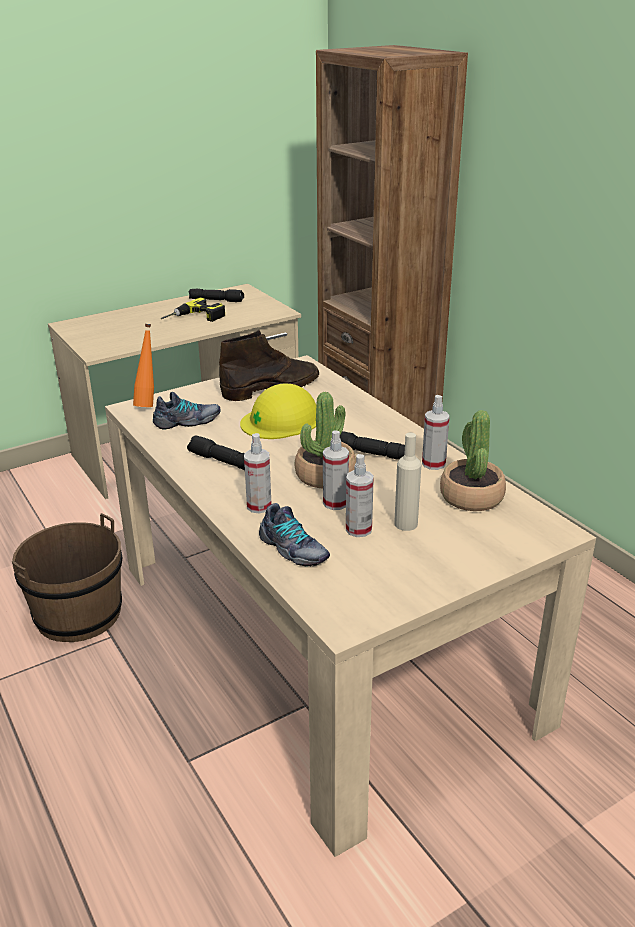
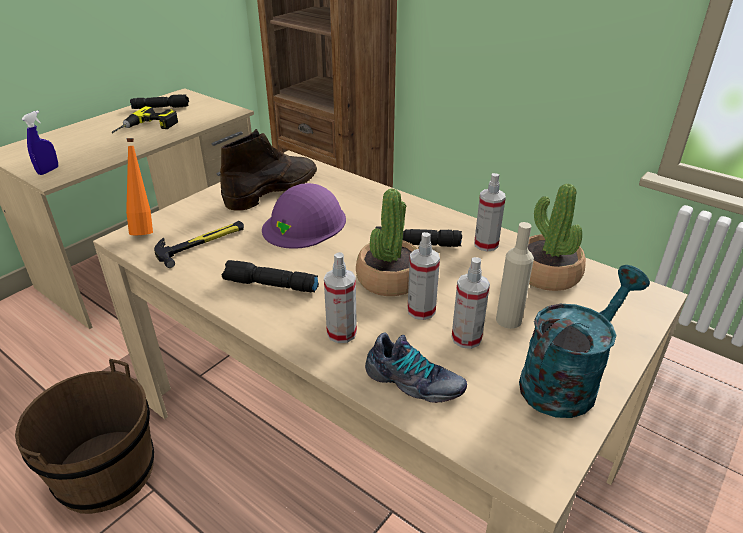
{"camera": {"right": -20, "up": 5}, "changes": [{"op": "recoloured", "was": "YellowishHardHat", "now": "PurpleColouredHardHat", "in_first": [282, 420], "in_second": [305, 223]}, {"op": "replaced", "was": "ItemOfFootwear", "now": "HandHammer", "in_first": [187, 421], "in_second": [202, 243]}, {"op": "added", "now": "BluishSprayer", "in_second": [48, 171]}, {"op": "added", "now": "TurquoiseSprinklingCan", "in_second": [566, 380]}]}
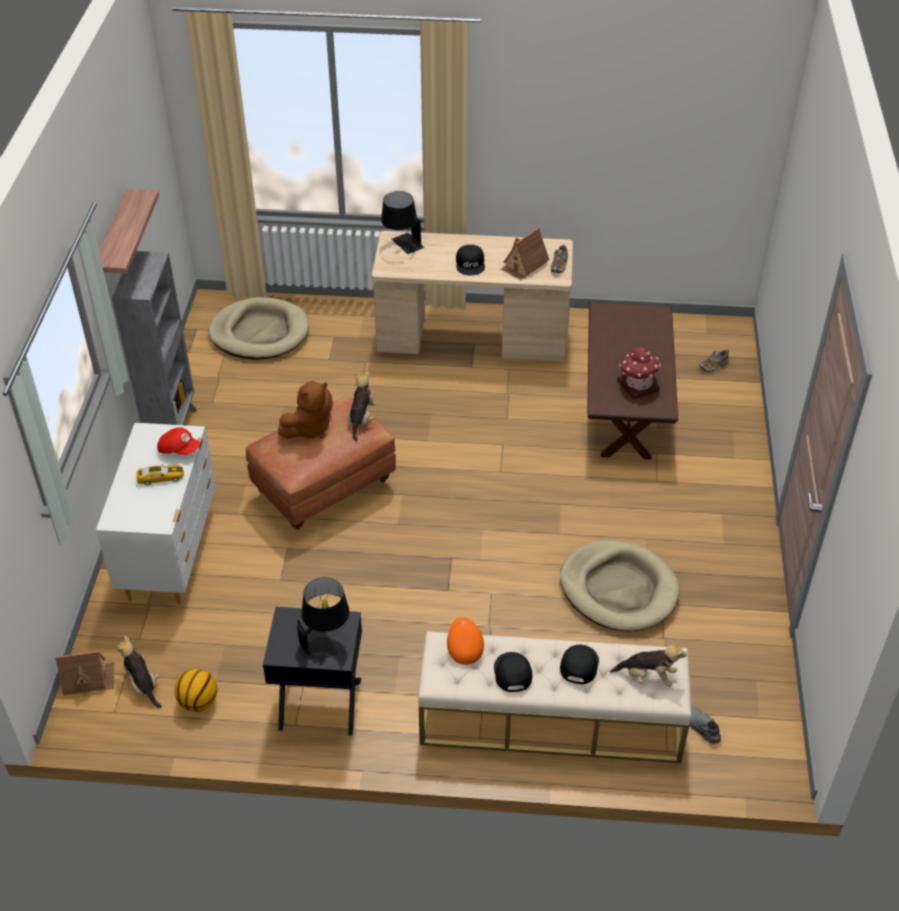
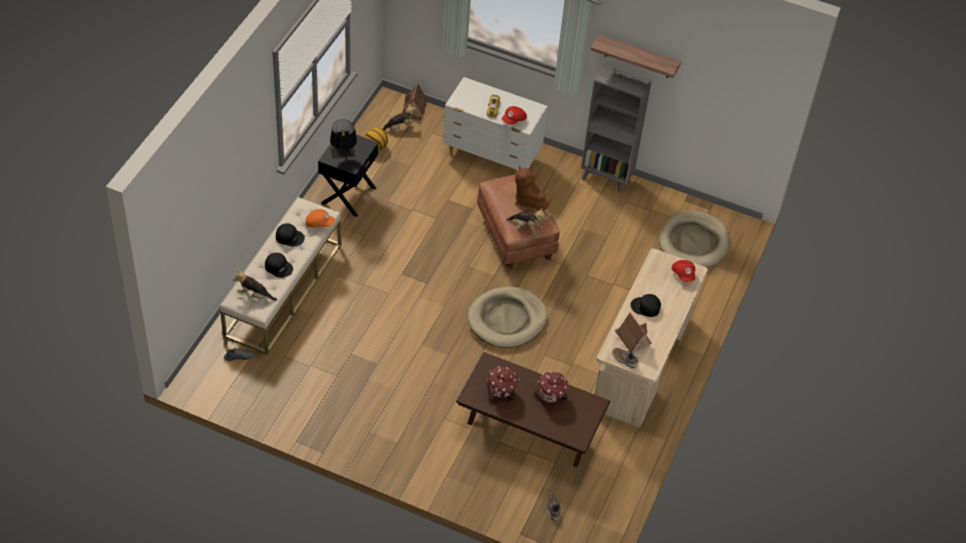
{"camera": {"right": 105, "up": 5}, "changes": [{"op": "replaced", "was": "BlackColouredTableLamp", "now": "RedCap", "in_first": [402, 245], "in_second": [683, 274]}, {"op": "moved", "was": "BeigeDogCushion", "in_first": [618, 589], "in_second": [507, 320]}, {"op": "turned", "was": "SoftToy", "in_first": [648, 676], "in_second": [254, 295], "clockwise": 75}, {"op": "added", "now": "MiniatureHouse", "in_second": [551, 396]}]}
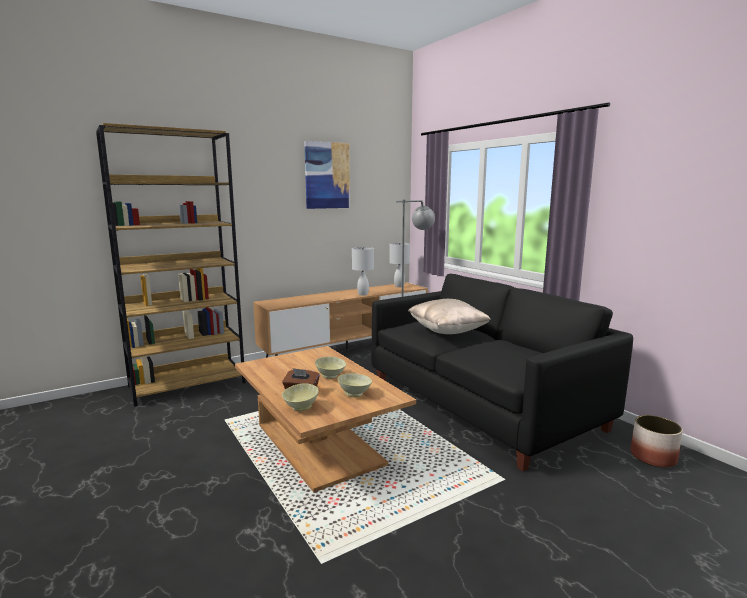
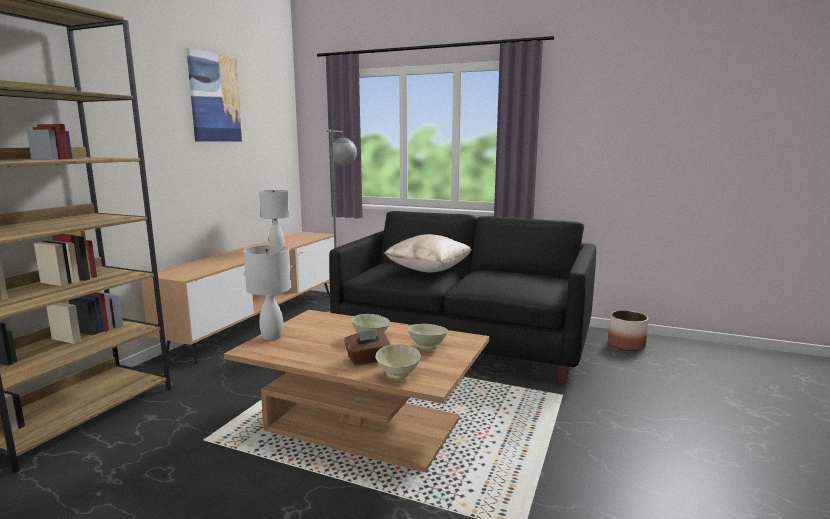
{"camera": {"right": -35, "up": 0}, "changes": [{"op": "moved", "was": "WhiteTableLamp", "in_first": [398, 286], "in_second": [271, 337]}]}
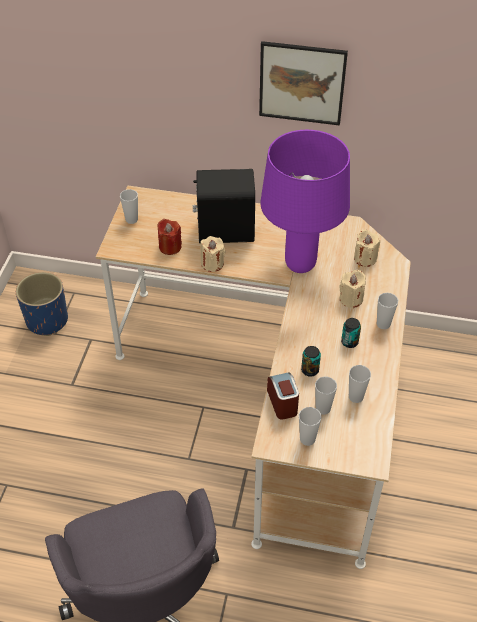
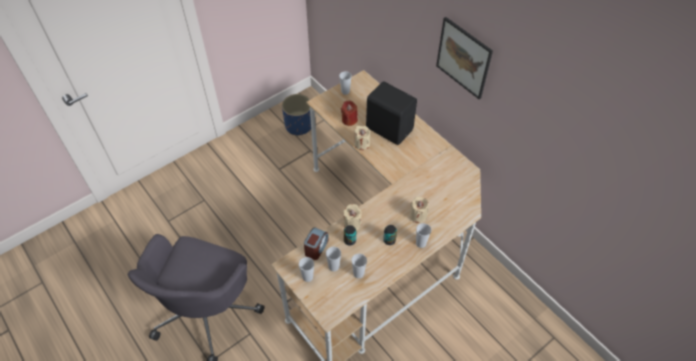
{"camera": {"right": 40, "up": 5}, "changes": [{"op": "removed", "was": "PurpleColouredTableLamp", "in_first": [299, 265]}, {"op": "moved", "was": "BeigeCandle", "in_first": [365, 258], "in_second": [352, 224]}]}
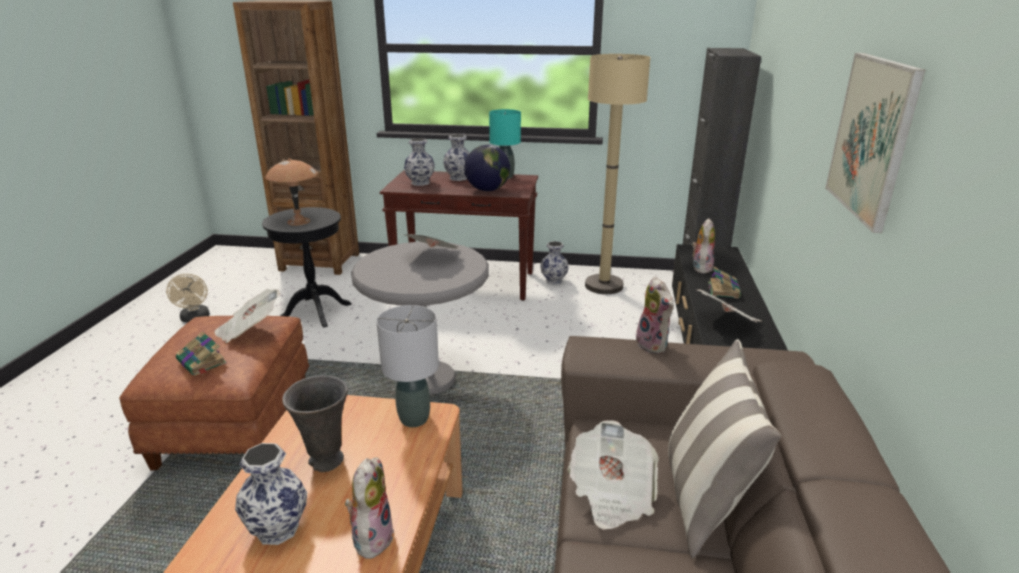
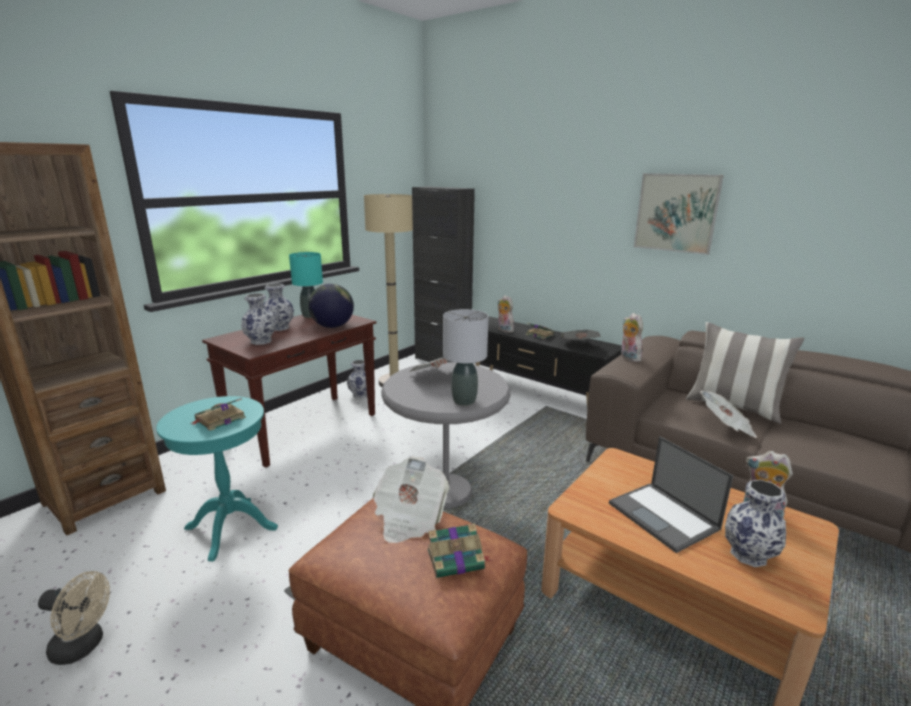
{"camera": {"right": -60, "up": -5}, "changes": [{"op": "replaced", "was": "BrownTableLamp", "now": "BoundBook", "in_first": [298, 221], "in_second": [219, 419]}, {"op": "recoloured", "was": "BlackColouredSideTable", "now": "TurquoiseSideTable", "in_first": [315, 312], "in_second": [231, 528]}, {"op": "turned", "was": "SoftToy", "in_first": [654, 345], "in_second": [628, 358], "clockwise": -120}, {"op": "moved", "was": "GrayTableLamp", "in_first": [413, 419], "in_second": [464, 401]}, {"op": "replaced", "was": "GrayDecorativeVase", "now": "NotebookComputer", "in_first": [326, 461], "in_second": [664, 516]}]}
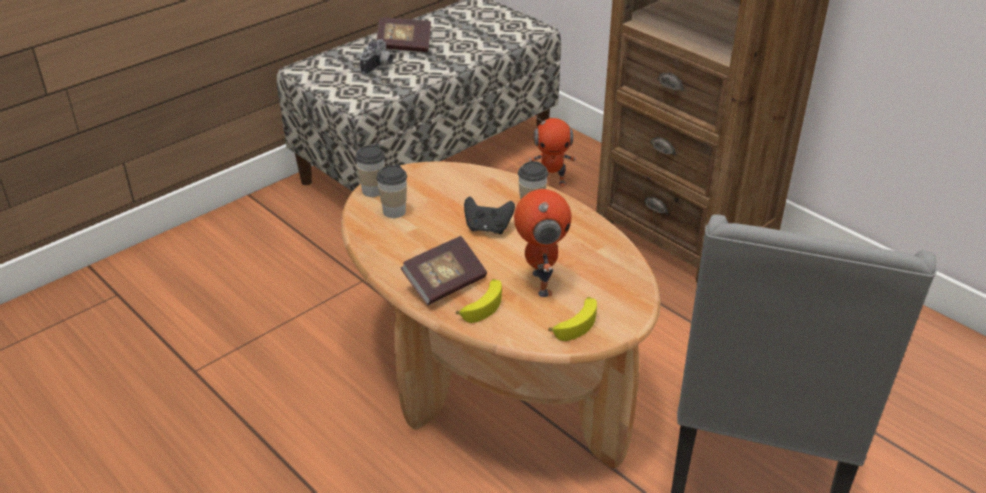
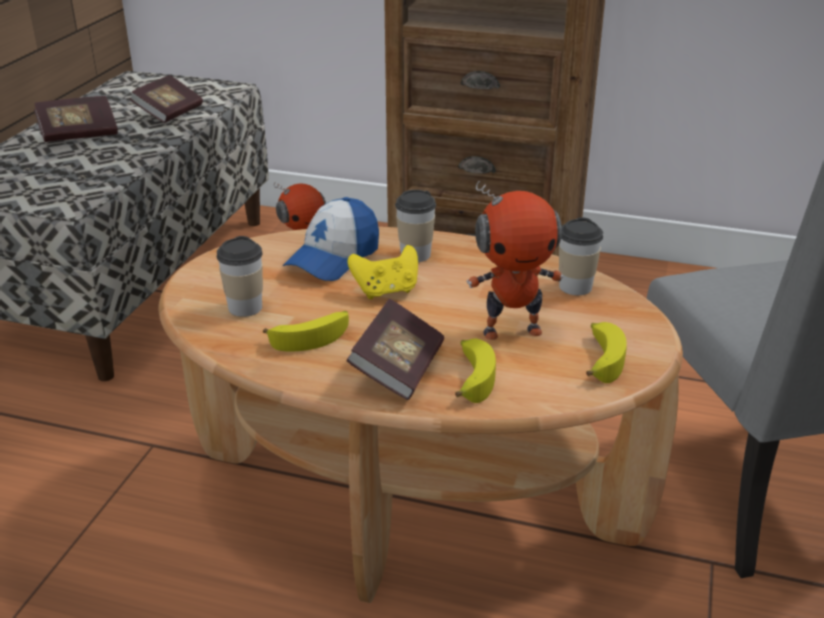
{"camera": {"right": -30, "up": -5}, "changes": [{"op": "removed", "was": "PhotoCamera", "in_first": [379, 67]}, {"op": "moved", "was": "Cup", "in_first": [373, 190], "in_second": [575, 287]}, {"op": "turned", "was": "RobotFigure", "in_first": [539, 283], "in_second": [512, 330], "clockwise": 120}, {"op": "recoloured", "was": "BlackColouredJoypad", "now": "YellowishJoypad", "in_first": [488, 228], "in_second": [386, 291]}, {"op": "added", "now": "BoundBook", "in_second": [169, 113]}, {"op": "added", "now": "Cap", "in_second": [333, 258]}, {"op": "added", "now": "BananaFruit", "in_second": [311, 336]}]}
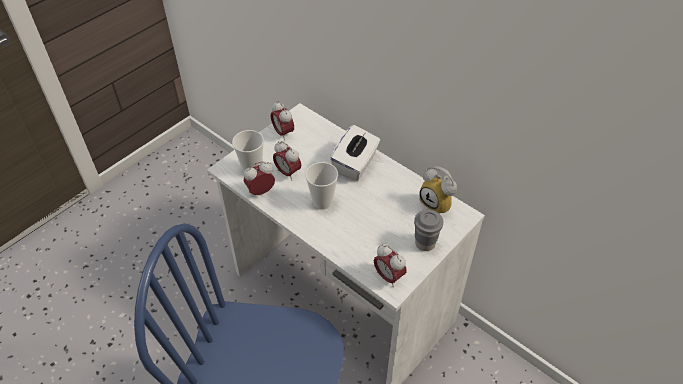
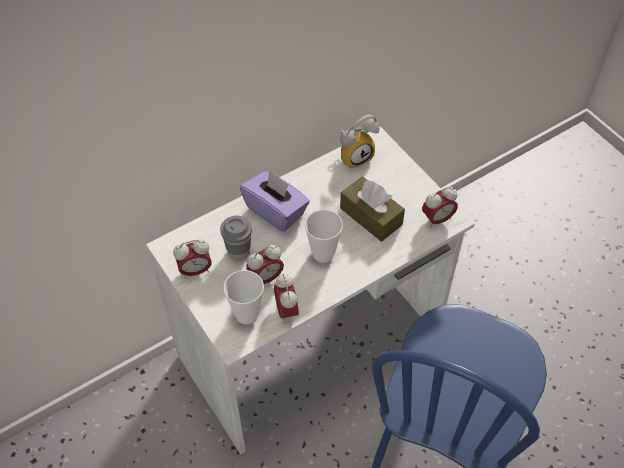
{"camera": {"right": -75, "up": 5}, "changes": [{"op": "recoloured", "was": "WhiteTissueHolder", "now": "PurpleColouredTissueHolder", "in_first": [355, 164], "in_second": [276, 211]}, {"op": "moved", "was": "GrayCup", "in_first": [425, 243], "in_second": [239, 252]}, {"op": "added", "now": "BrownTissueHolder", "in_second": [371, 216]}]}
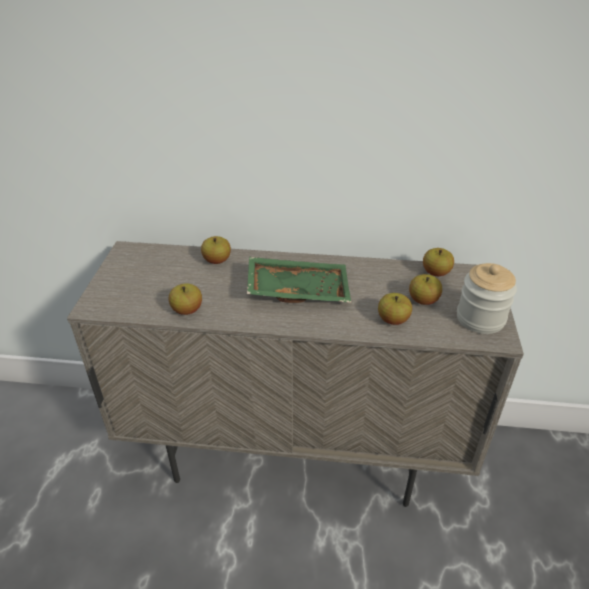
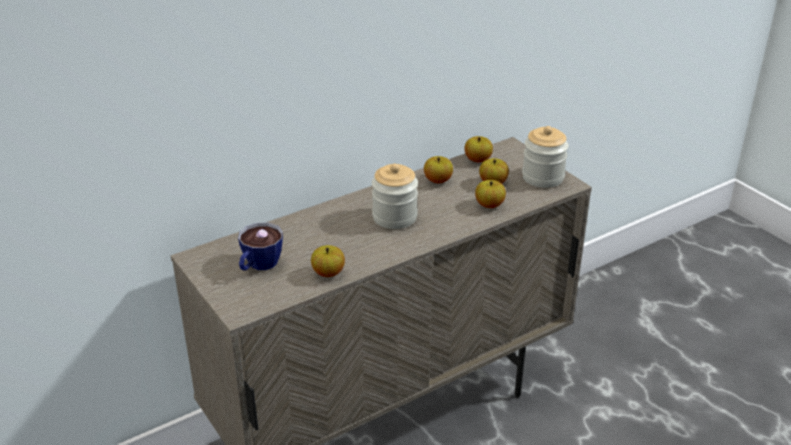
{"camera": {"right": -40, "up": -5}, "changes": [{"op": "moved", "was": "Apple", "in_first": [217, 260], "in_second": [438, 180]}, {"op": "replaced", "was": "GreenColouredTray", "now": "Jar", "in_first": [298, 289], "in_second": [394, 217]}, {"op": "added", "now": "Cup", "in_second": [259, 266]}]}
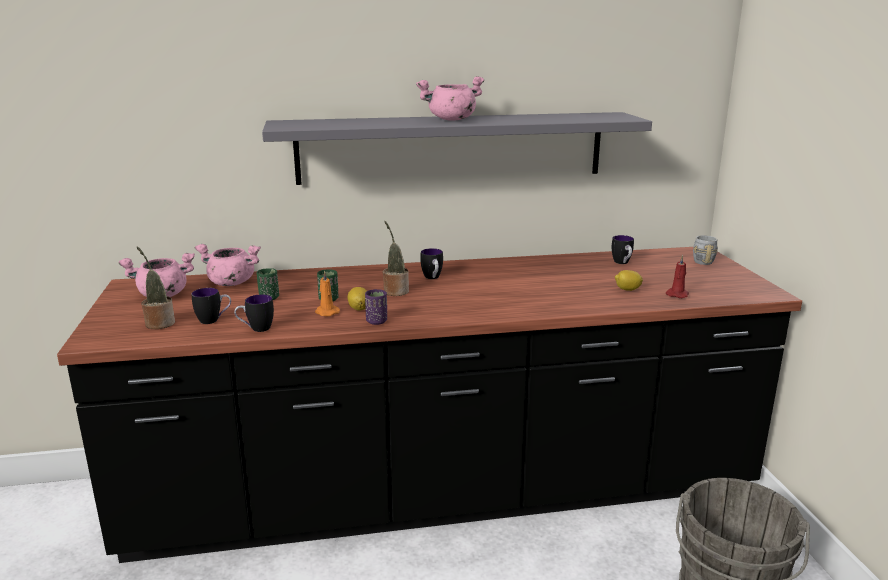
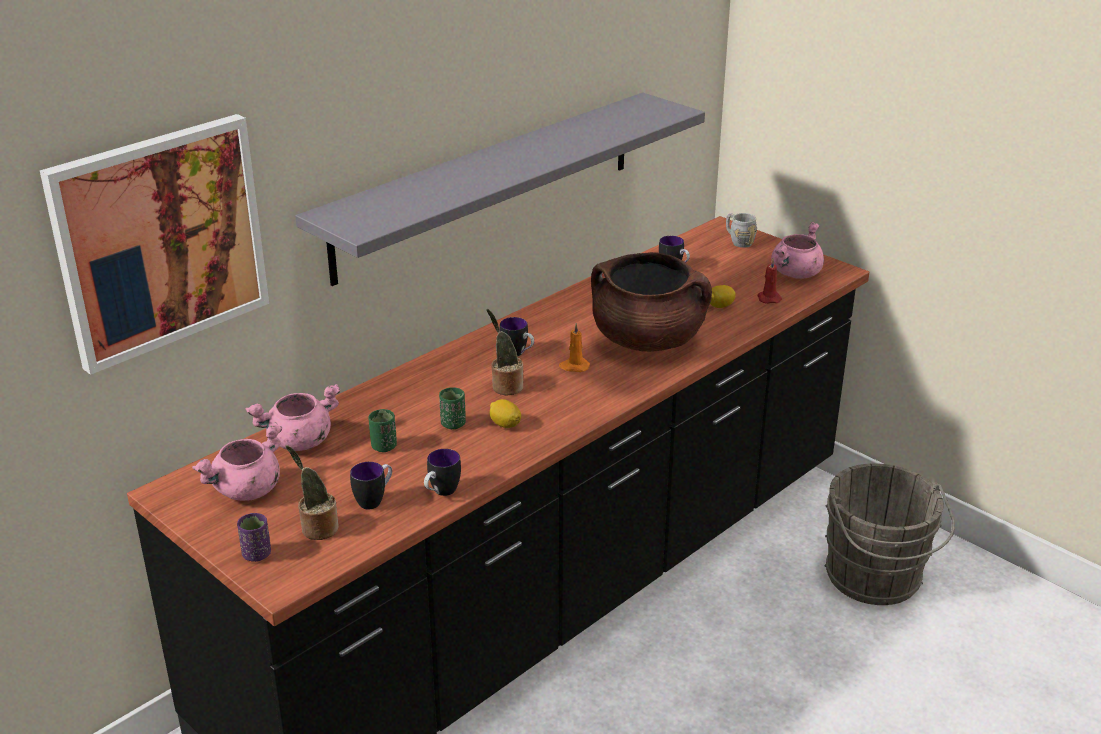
{"camera": {"right": -35, "up": 10}, "changes": [{"op": "moved", "was": "PinkishStockpot", "in_first": [451, 119], "in_second": [796, 274]}, {"op": "moved", "was": "OrangeColouredCandle", "in_first": [326, 312], "in_second": [574, 366]}, {"op": "moved", "was": "PurpleColouredCup", "in_first": [376, 321], "in_second": [257, 554]}, {"op": "added", "now": "WallPicture", "in_second": [160, 240]}, {"op": "added", "now": "BrownStockpot", "in_second": [648, 341]}]}
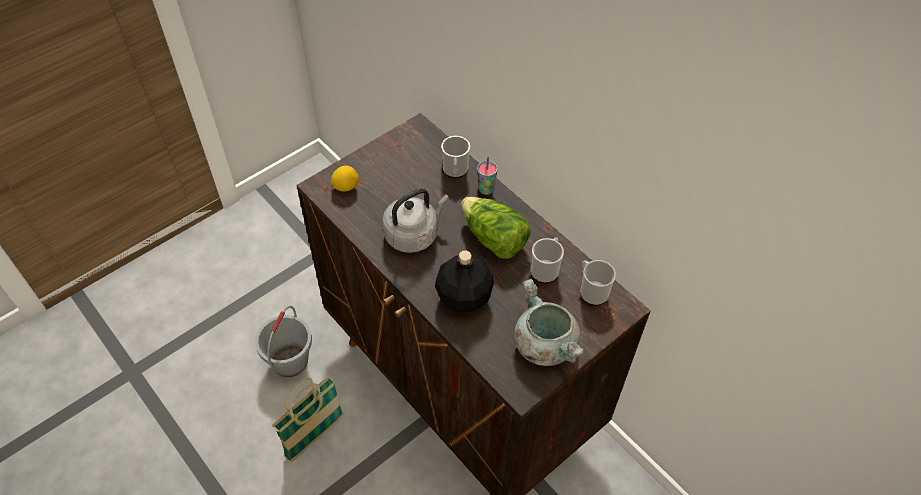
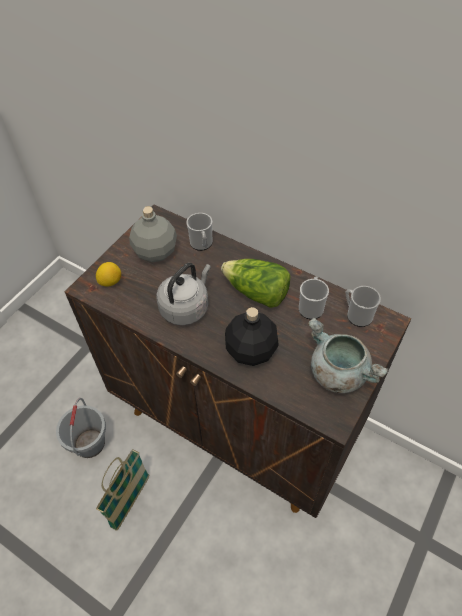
{"camera": {"right": -15, "up": 0}, "changes": [{"op": "removed", "was": "Cup", "in_first": [486, 189]}, {"op": "added", "now": "GrayBottle", "in_second": [156, 252]}]}
